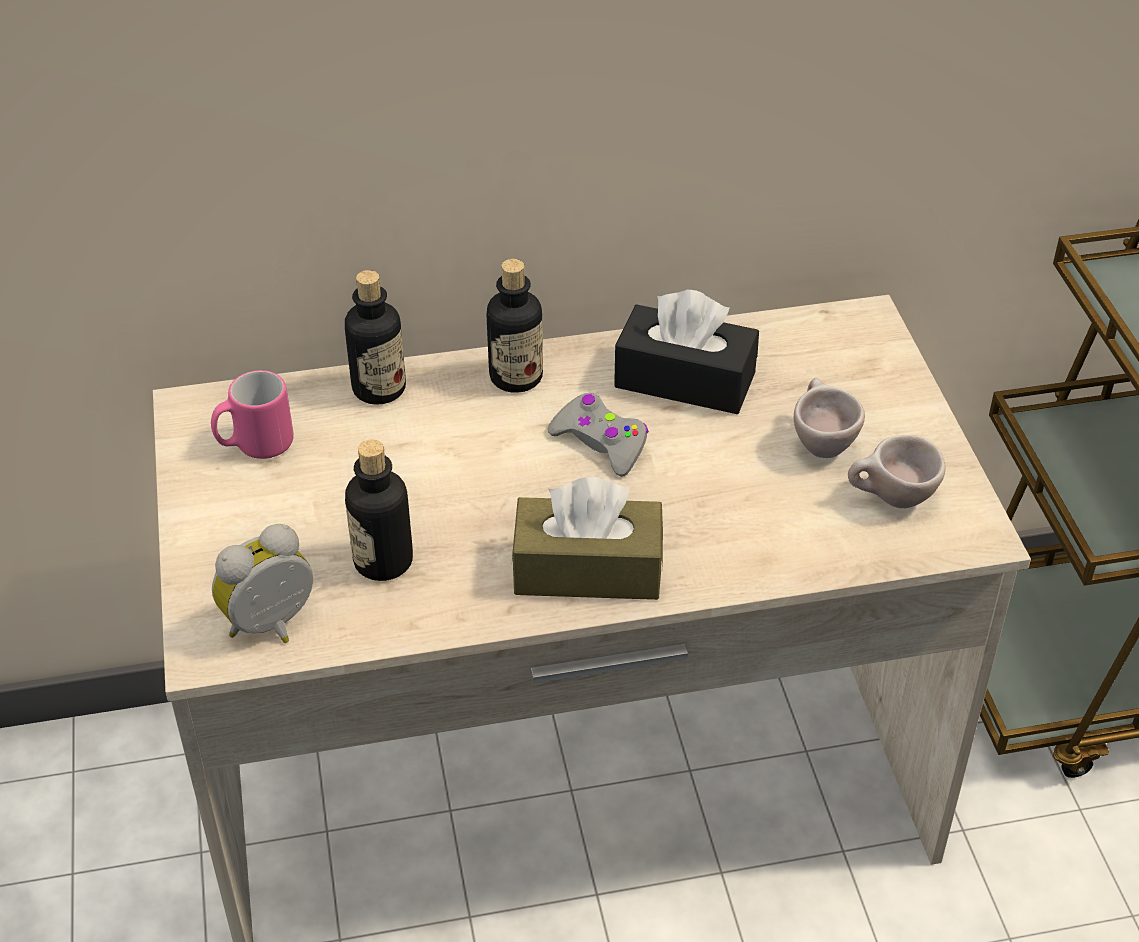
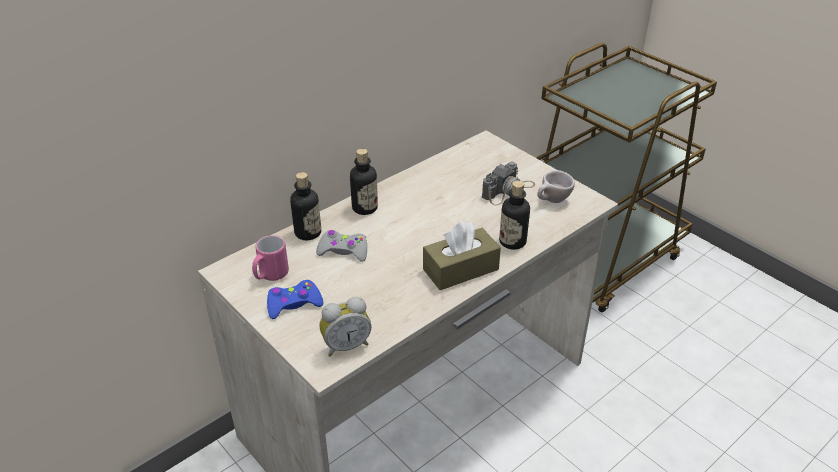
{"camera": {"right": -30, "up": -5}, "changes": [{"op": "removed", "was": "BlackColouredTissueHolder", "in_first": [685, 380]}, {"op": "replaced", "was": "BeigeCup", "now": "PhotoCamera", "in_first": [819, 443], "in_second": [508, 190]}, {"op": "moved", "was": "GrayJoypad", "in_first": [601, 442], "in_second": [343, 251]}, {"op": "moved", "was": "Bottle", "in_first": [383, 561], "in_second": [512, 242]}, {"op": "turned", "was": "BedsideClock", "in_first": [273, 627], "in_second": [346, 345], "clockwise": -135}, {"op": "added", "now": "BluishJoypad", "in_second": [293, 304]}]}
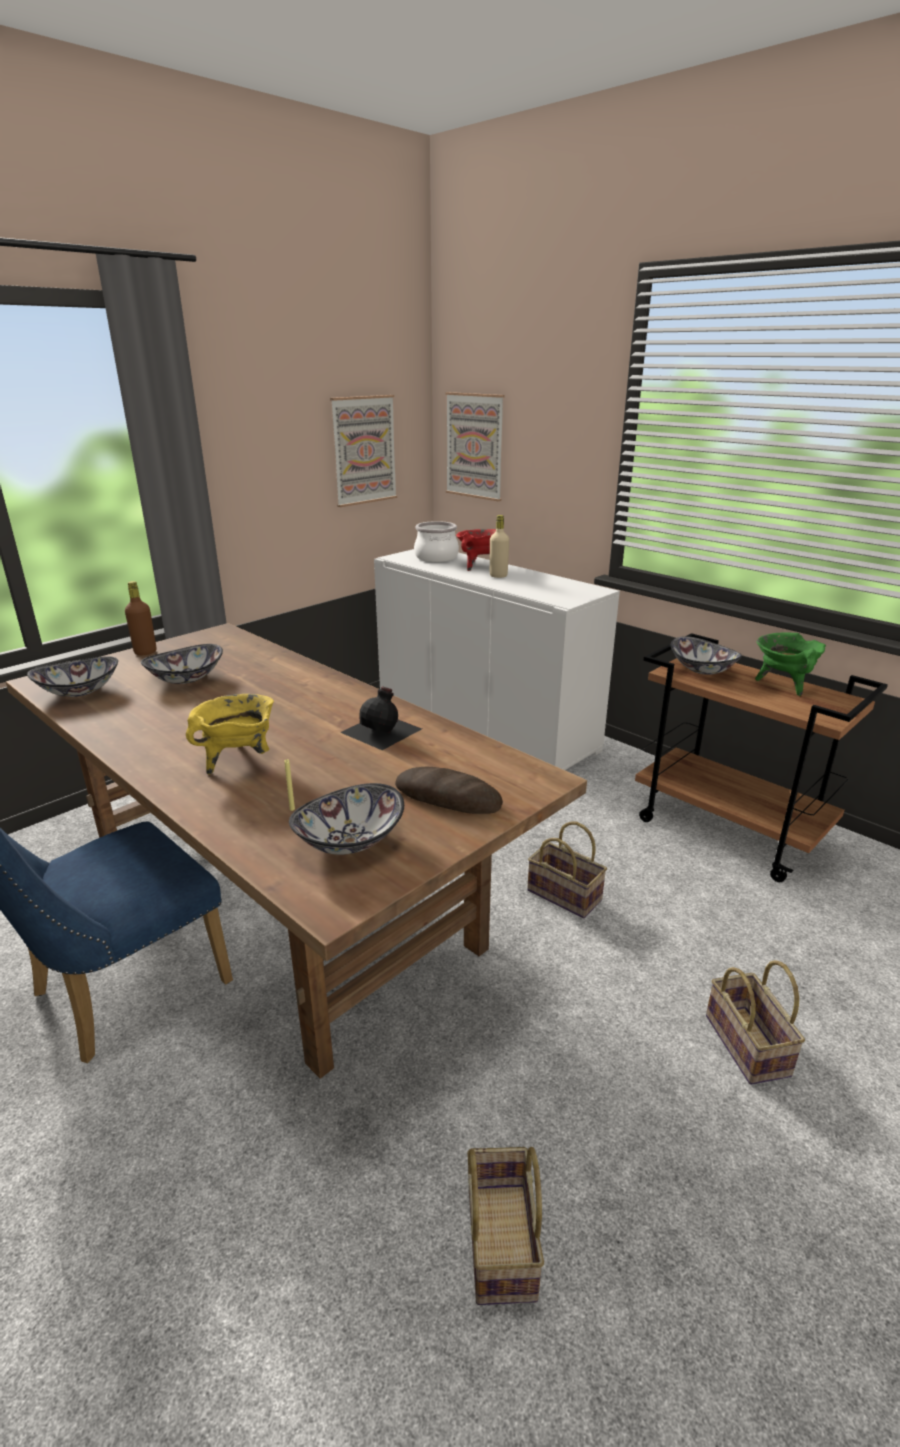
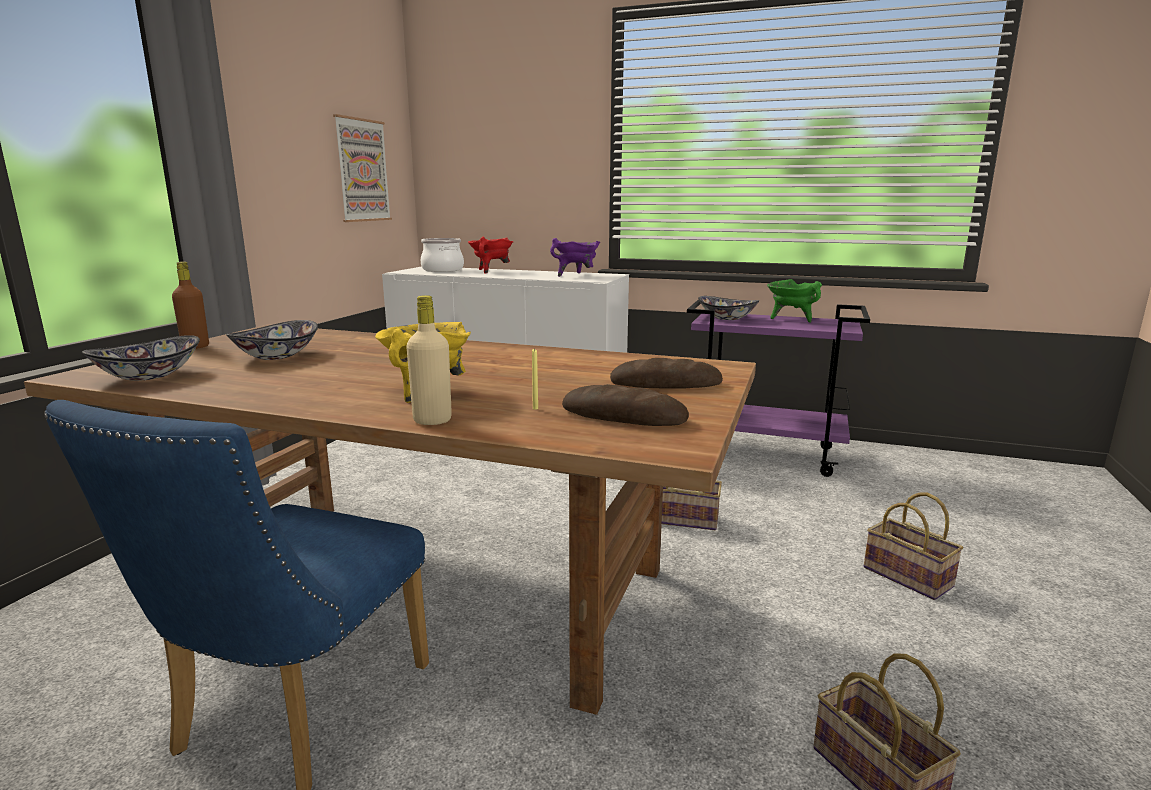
{"camera": {"right": -25, "up": -10}, "changes": [{"op": "removed", "was": "WallPicture", "in_first": [475, 446]}, {"op": "moved", "was": "BeigeBottle", "in_first": [498, 576], "in_second": [432, 420]}, {"op": "recoloured", "was": "BrownWheeledCart", "now": "PurpleColouredWheeledCart", "in_first": [730, 830], "in_second": [766, 454]}, {"op": "removed", "was": "BlackColouredBottle", "in_first": [383, 730]}, {"op": "replaced", "was": "Bowl", "now": "Bread", "in_first": [349, 841], "in_second": [623, 416]}, {"op": "added", "now": "PurpleColouredStockpot", "in_second": [576, 275]}]}
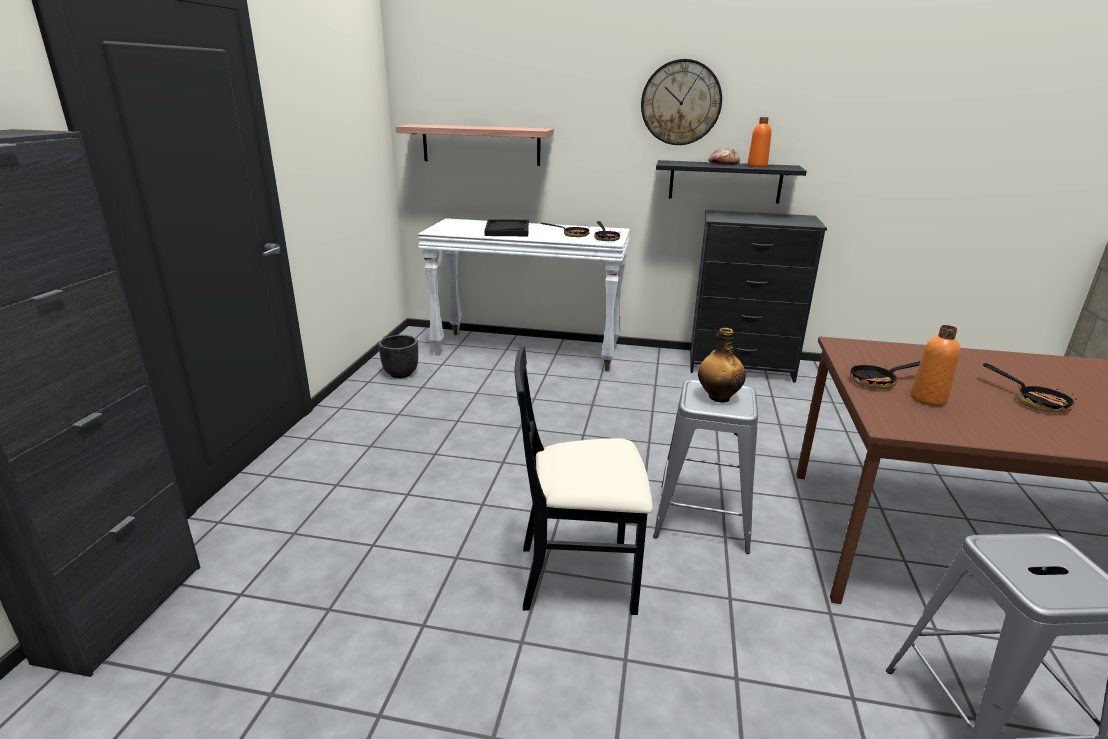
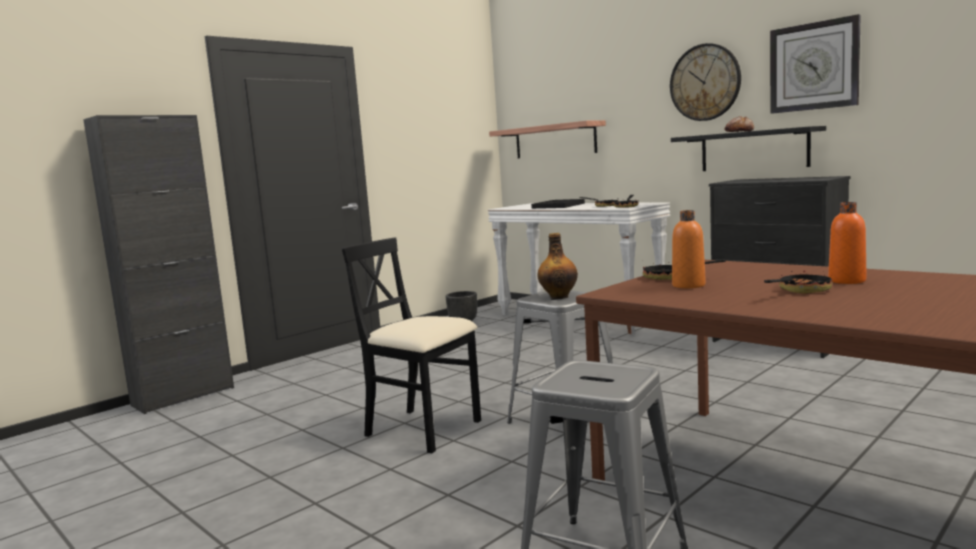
{"camera": {"right": 35, "up": -15}, "changes": [{"op": "moved", "was": "OrangeColouredBottle", "in_first": [757, 166], "in_second": [847, 281]}, {"op": "turned", "was": "Pan", "in_first": [1033, 401], "in_second": [800, 291], "clockwise": -135}, {"op": "added", "now": "WallClock", "in_second": [814, 66]}]}
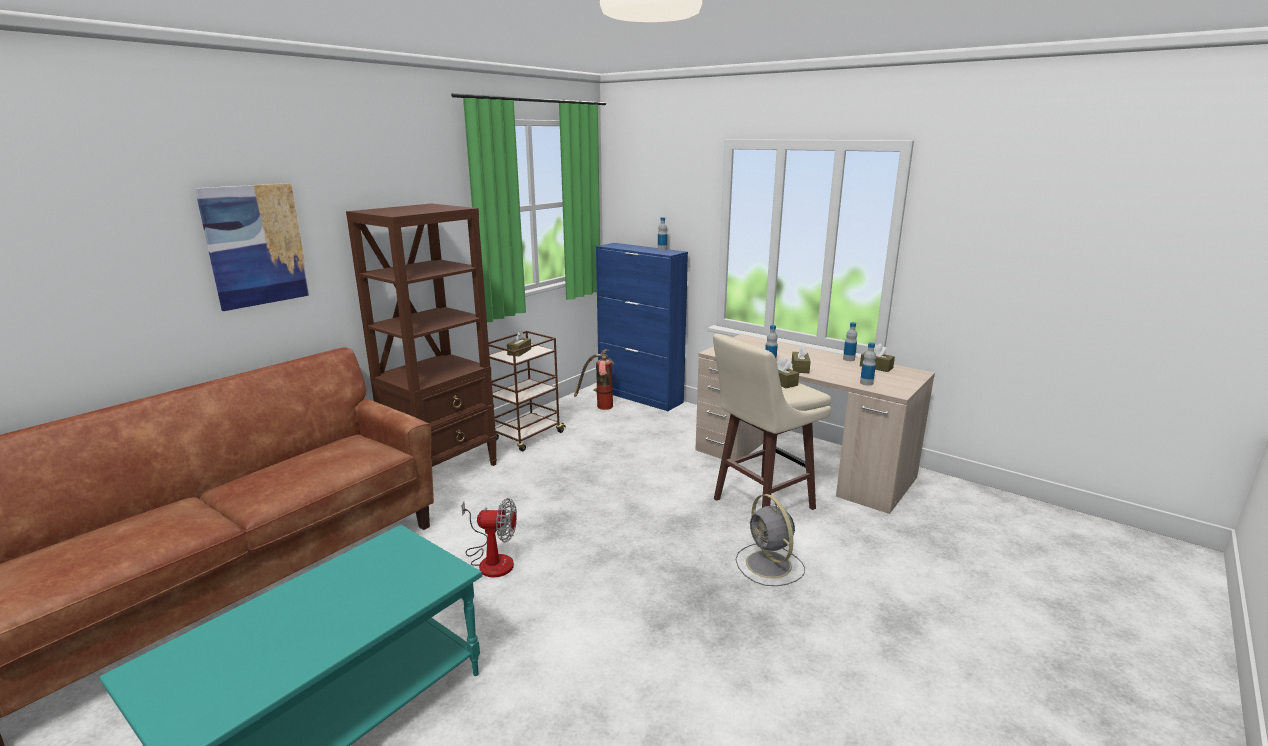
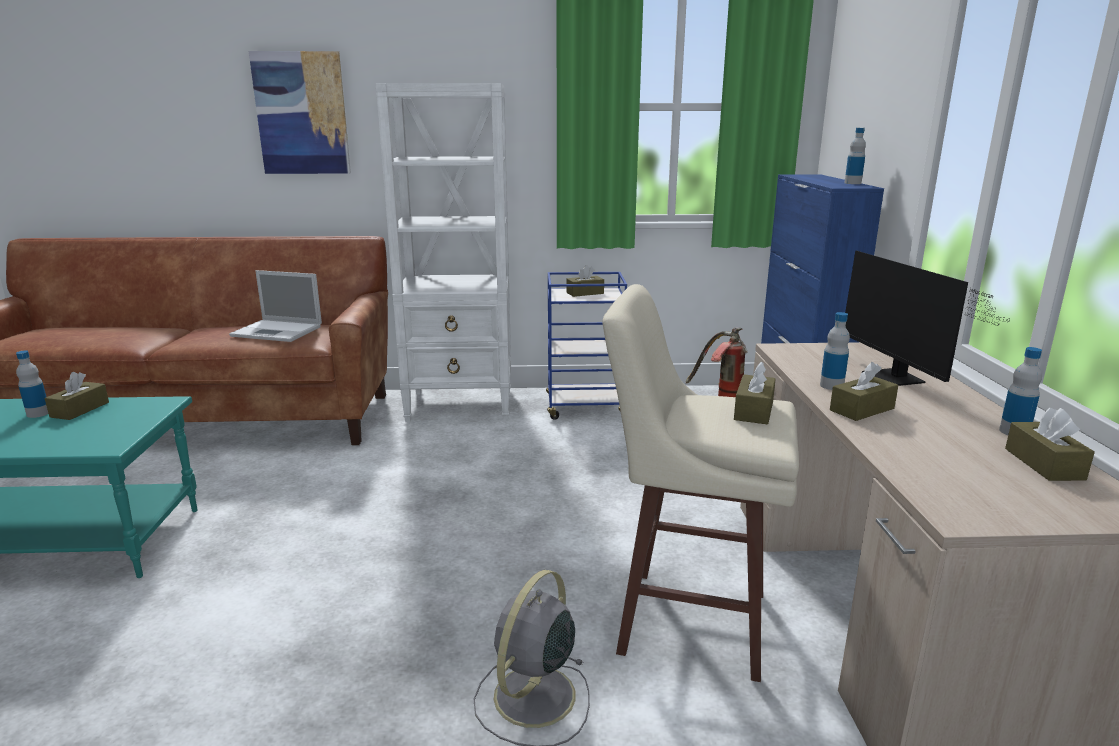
{"camera": {"right": 50, "up": 0}, "changes": [{"op": "recoloured", "was": "BrownShelvingUnit", "now": "WhiteShelvingUnit", "in_first": [443, 470], "in_second": [461, 406]}, {"op": "recoloured", "was": "BrownWheeledCart", "now": "BluishWheeledCart", "in_first": [527, 436], "in_second": [585, 408]}, {"op": "moved", "was": "Bottle", "in_first": [866, 383], "in_second": [38, 413]}, {"op": "removed", "was": "Fan", "in_first": [491, 560]}, {"op": "added", "now": "ComputerScreen", "in_second": [896, 380]}, {"op": "added", "now": "NotebookComputer", "in_second": [278, 331]}, {"op": "added", "now": "BrownTissueHolder", "in_second": [80, 409]}]}
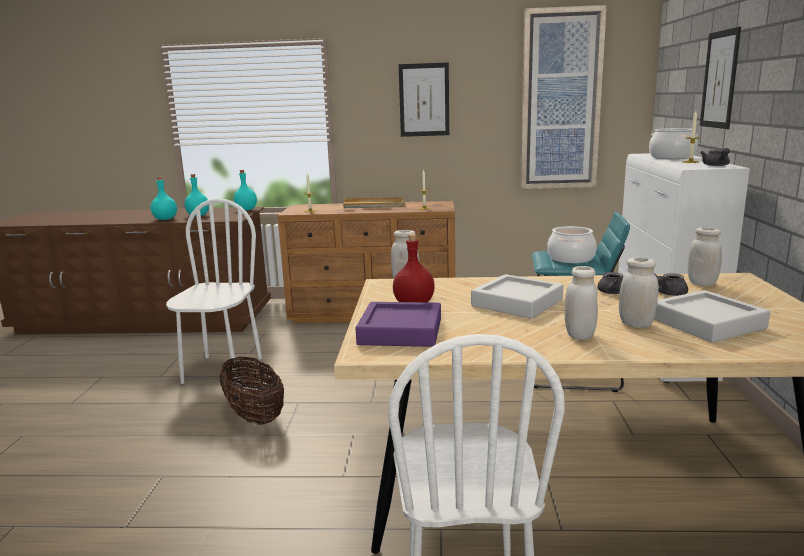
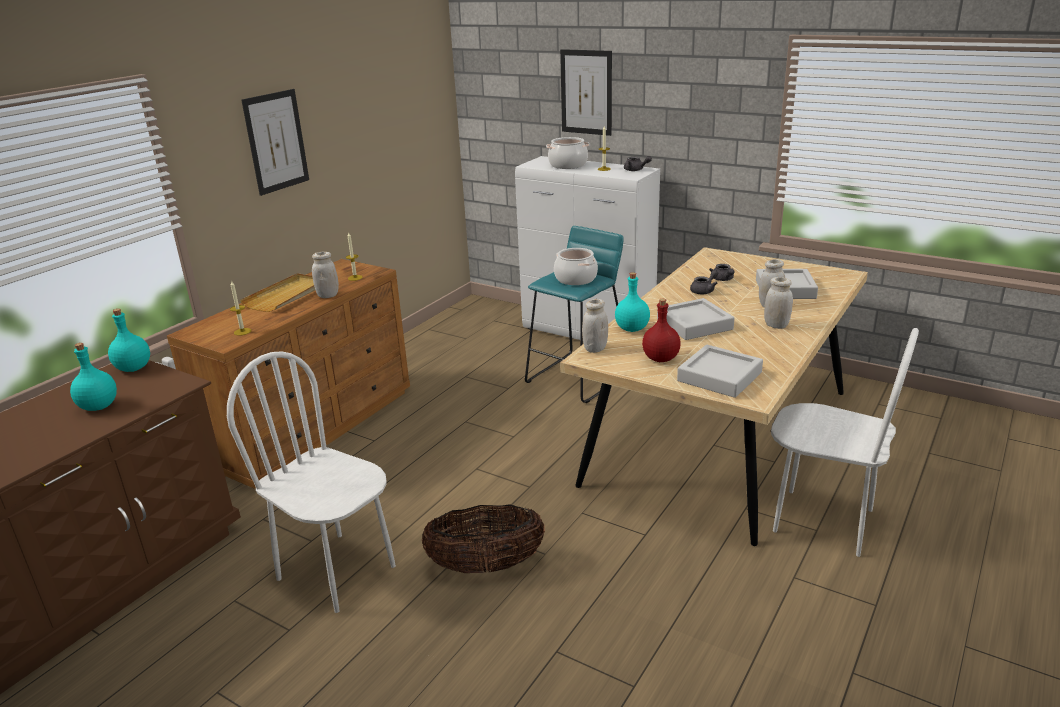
{"camera": {"right": -60, "up": 10}, "changes": [{"op": "removed", "was": "WallPicture", "in_first": [560, 101]}, {"op": "moved", "was": "TurquoiseBottle", "in_first": [166, 219], "in_second": [631, 328]}, {"op": "moved", "was": "WhiteJar", "in_first": [702, 283], "in_second": [328, 295]}, {"op": "recoloured", "was": "PurpleColouredTray", "now": "GrayTray", "in_first": [400, 331], "in_second": [719, 376]}]}
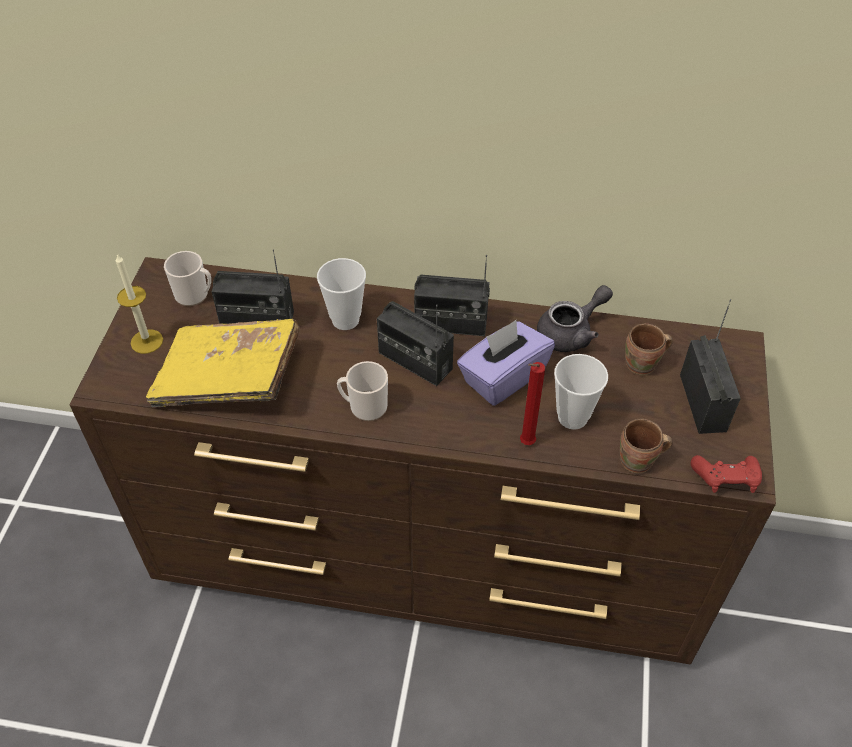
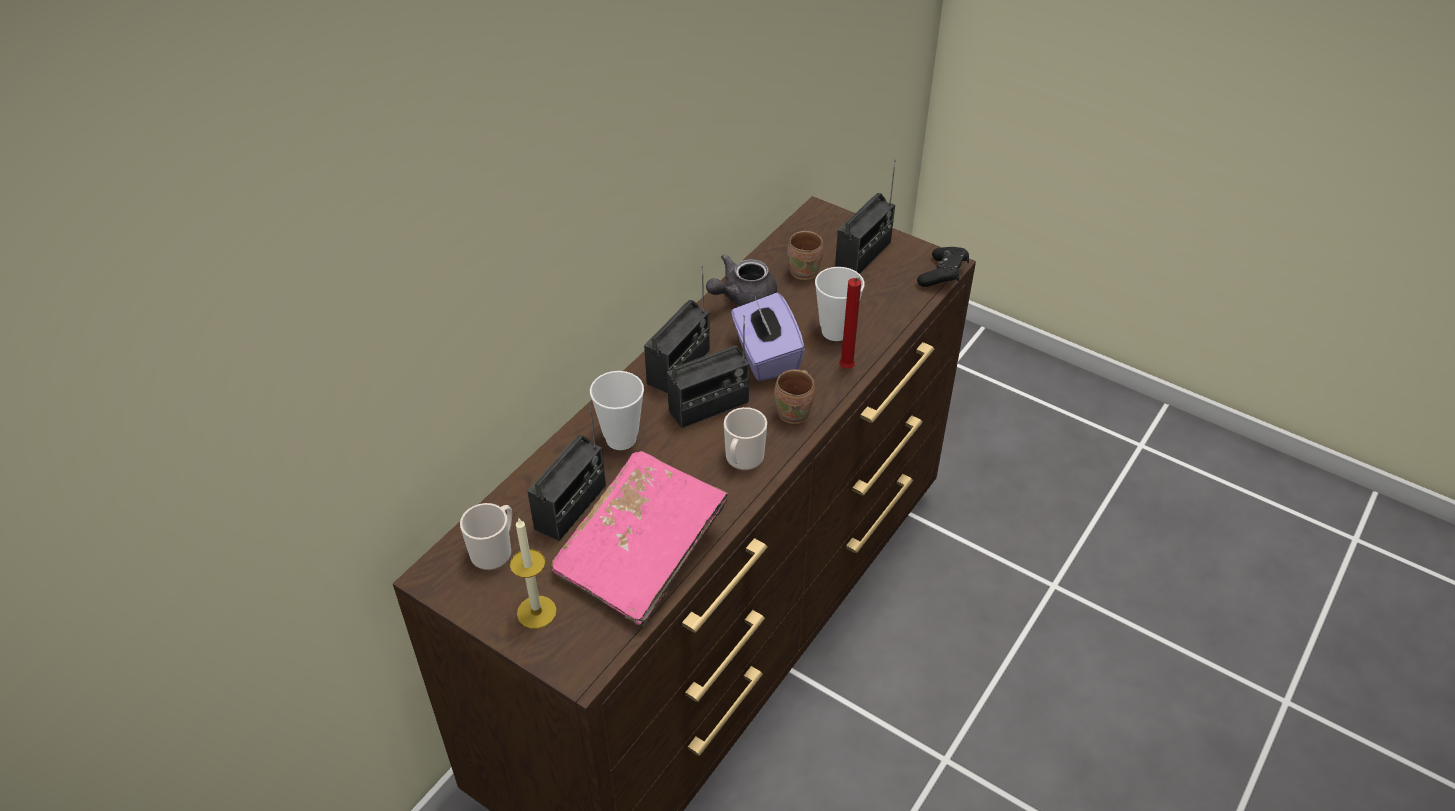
{"camera": {"right": -65, "up": -5}, "changes": [{"op": "turned", "was": "GrayTeapot", "in_first": [571, 333], "in_second": [742, 297], "clockwise": -120}, {"op": "turned", "was": "RadioSet", "in_first": [703, 402], "in_second": [863, 255], "clockwise": 105}, {"op": "recoloured", "was": "YellowishBoundBook", "now": "PinkishBoundBook", "in_first": [229, 379], "in_second": [641, 553]}, {"op": "moved", "was": "BrownTeaMug", "in_first": [638, 462], "in_second": [796, 413]}, {"op": "recoloured", "was": "RedJoypad", "now": "BlackColouredJoypad", "in_first": [725, 480], "in_second": [943, 275]}]}
